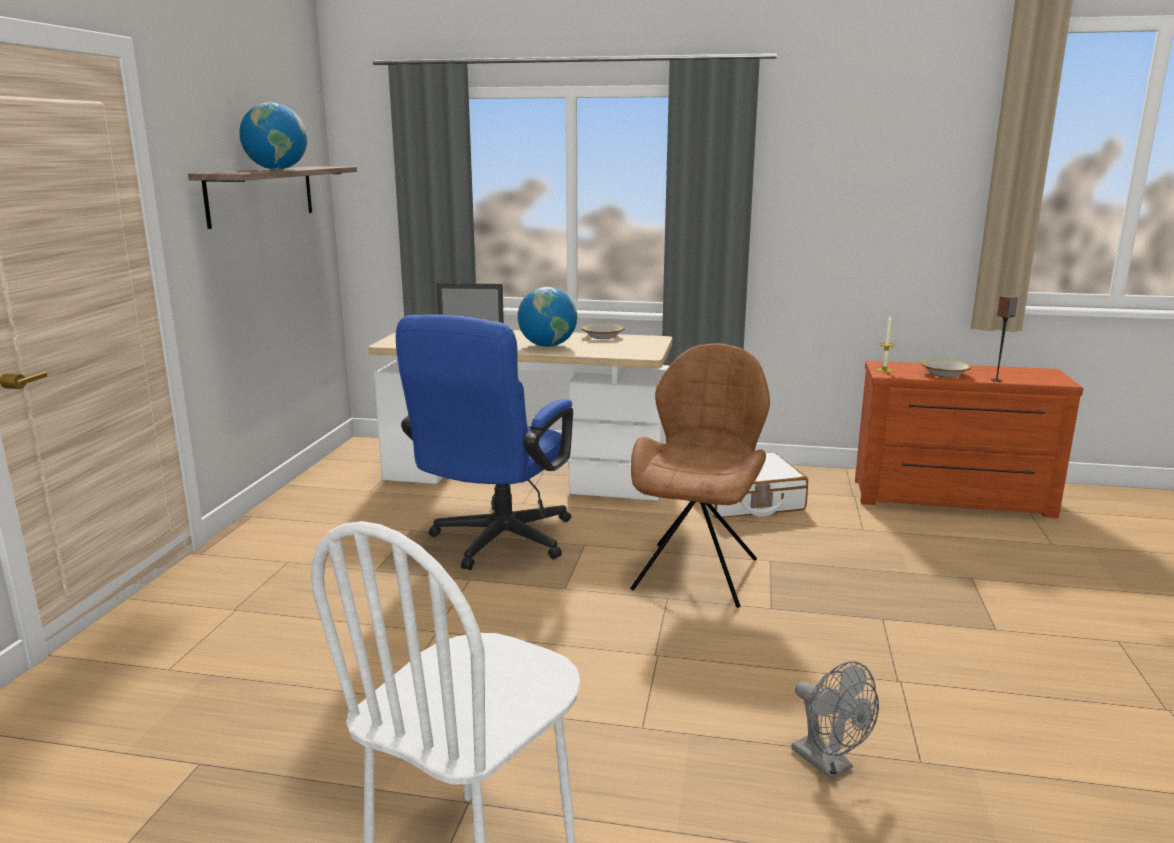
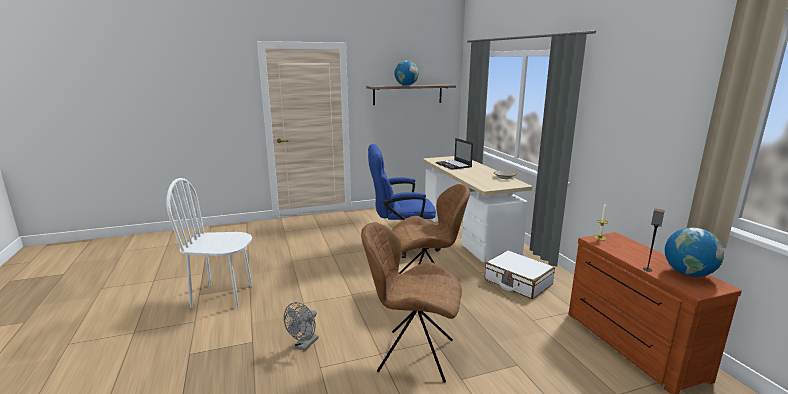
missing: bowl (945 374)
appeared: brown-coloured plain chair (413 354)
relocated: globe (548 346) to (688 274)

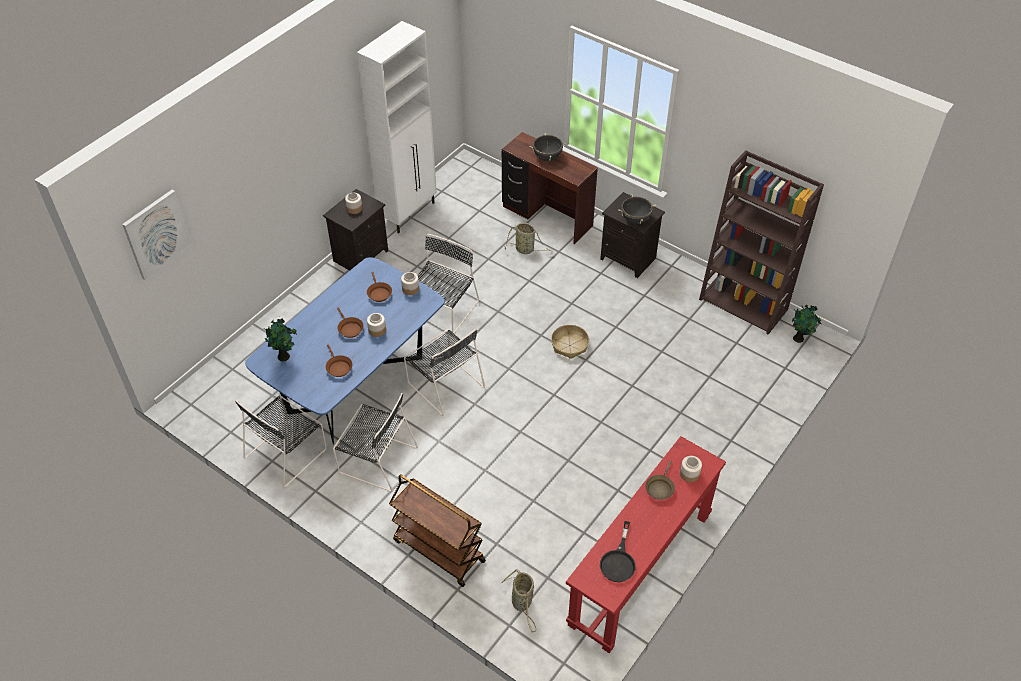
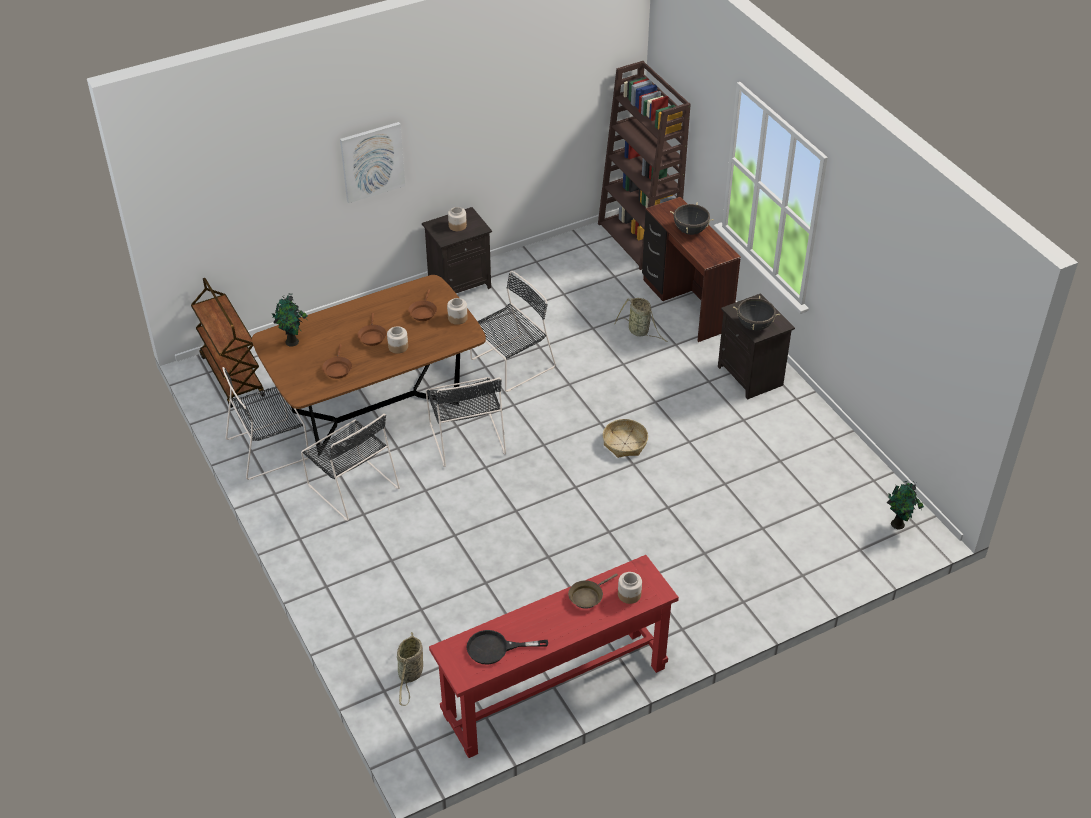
missing: whitish cupboard (408 212)
relocated: brown-coloured bookcase (744 304) to (638 240); wall art (156 234) to (372 161); brown-coloured cart (438 551) to (231 375)
colour: blue-coloured kitchen table (356 386) to brown-coloured kitchen table (376 409)
spun: black skillet (618 561) = (495 648) 45 degrees clockwise

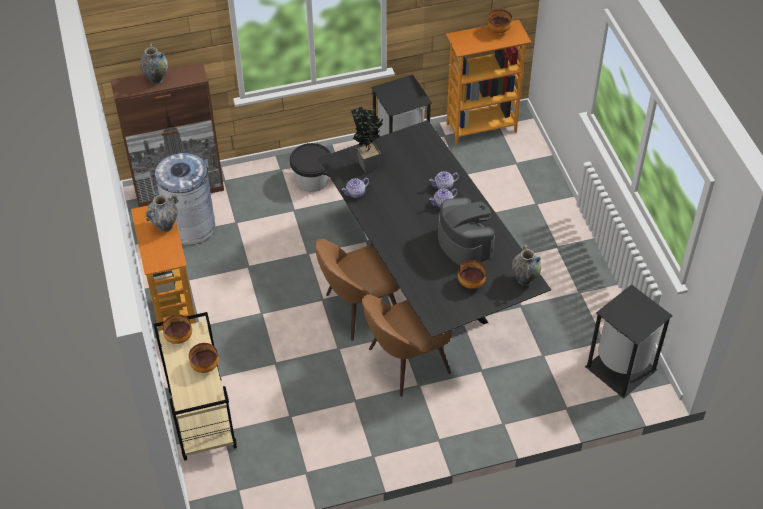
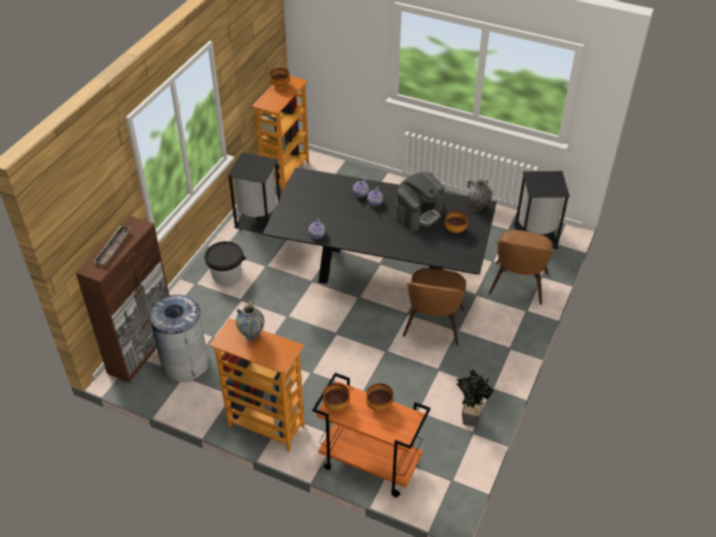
relocated: houseplant (368 164) to (468 418); brown-coloured plain chair (360 309) to (517 285)
exchanged: decorative vase (156 79) to tray (113 248)
colour: beige-coloured cart (201 419) to orange-coloured cart (369 464)
spun: coffee maker (465 242) = (418 213) 120 degrees clockwise

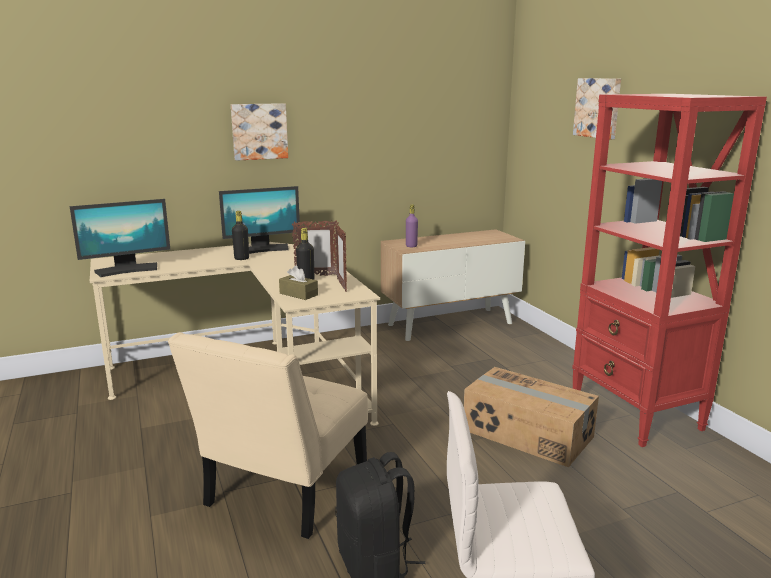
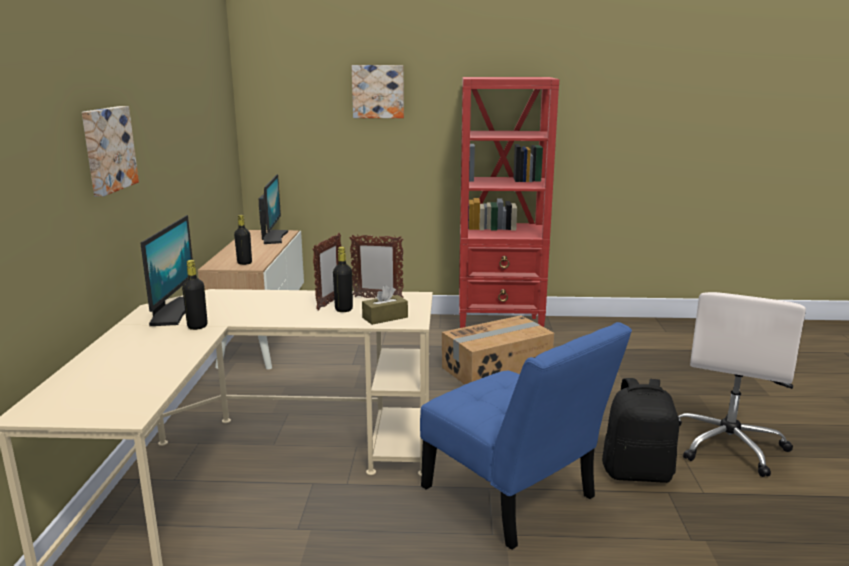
relocated: computer screen (127 270) to (273 237)
colour: purple-coloured beverage bottle (411 246) to black beverage bottle (244 263); beige-coloured plain chair (282 492) to blue-coloured plain chair (514 497)

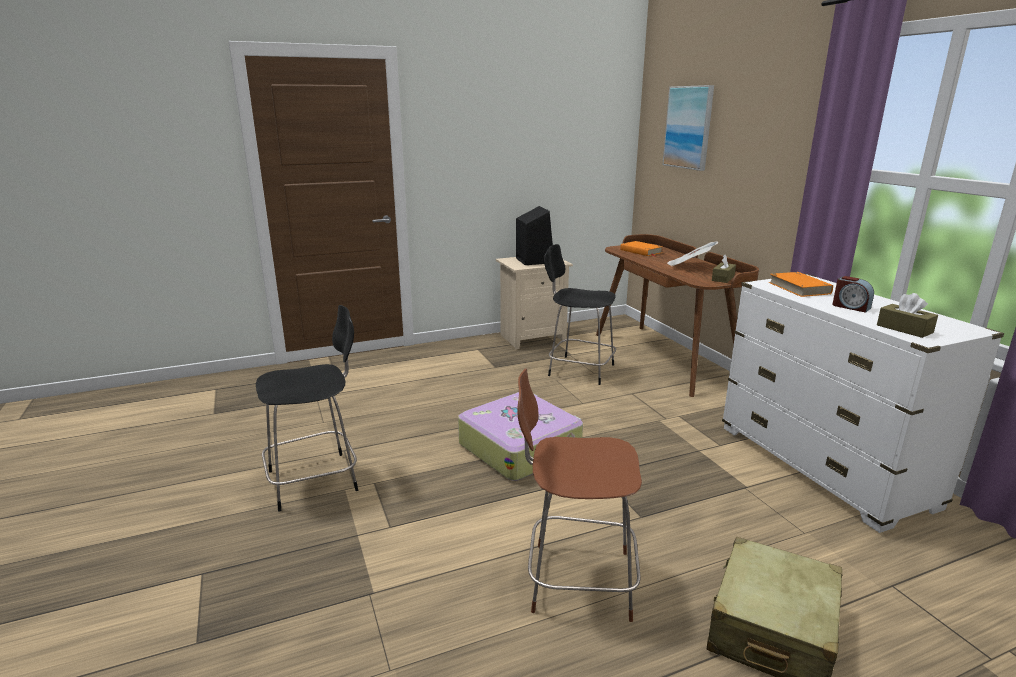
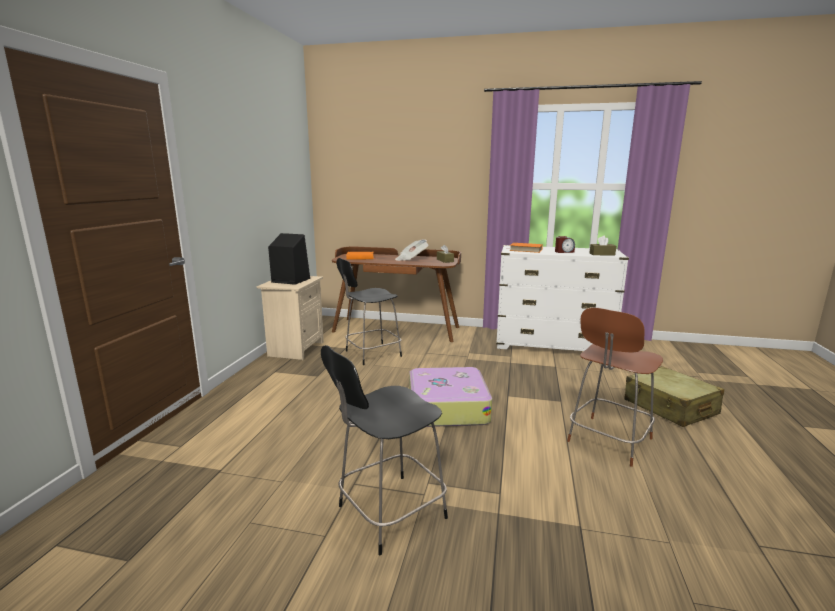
missing: wall art (688 127)
spun: black plain chair (316 480) = (388 513) 135 degrees counterclockwise

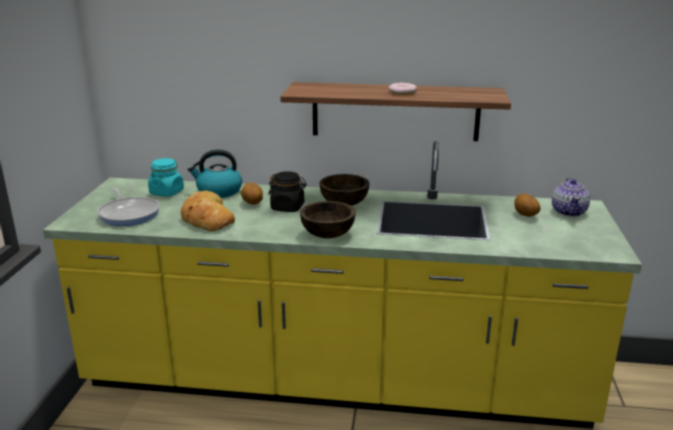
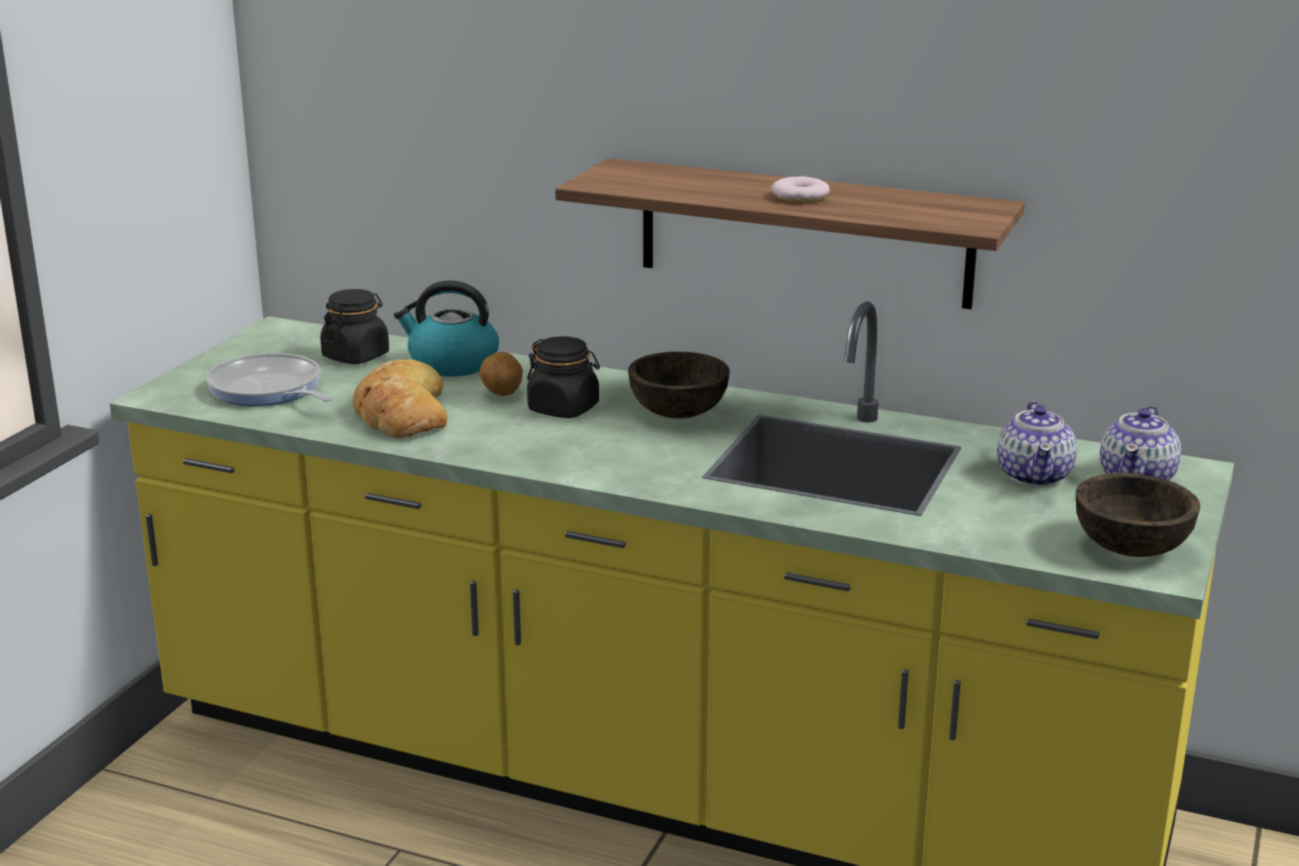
relocated: brown-coloured bowl (328 234) to (1132 547)
exchanged: spud (525 215) to tea pot (1035 475)
colour: blue-green preserve jar (167 192) to black preserve jar (356 356)
spun: skillet (129 214) = (268 390) 150 degrees clockwise

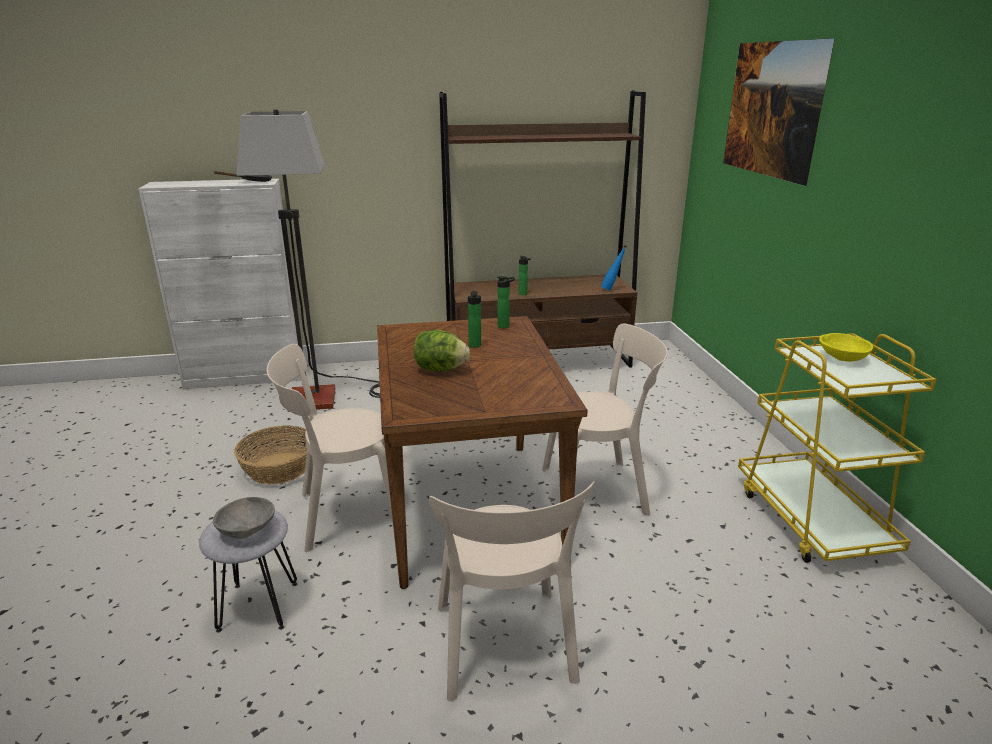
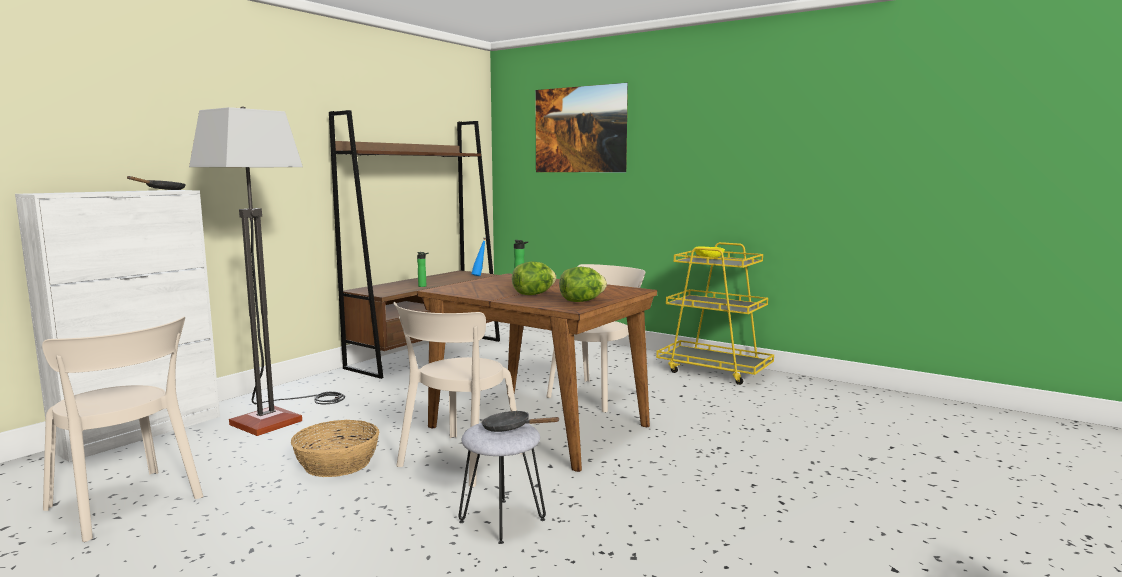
missing: beverage bottle (505 326)
appeared: lettuce head (581 301)
relocated: beige-coloured plain chair (505 649) to (127 505)
exchanged: gray bowl (248 530) to black skillet (511 429)

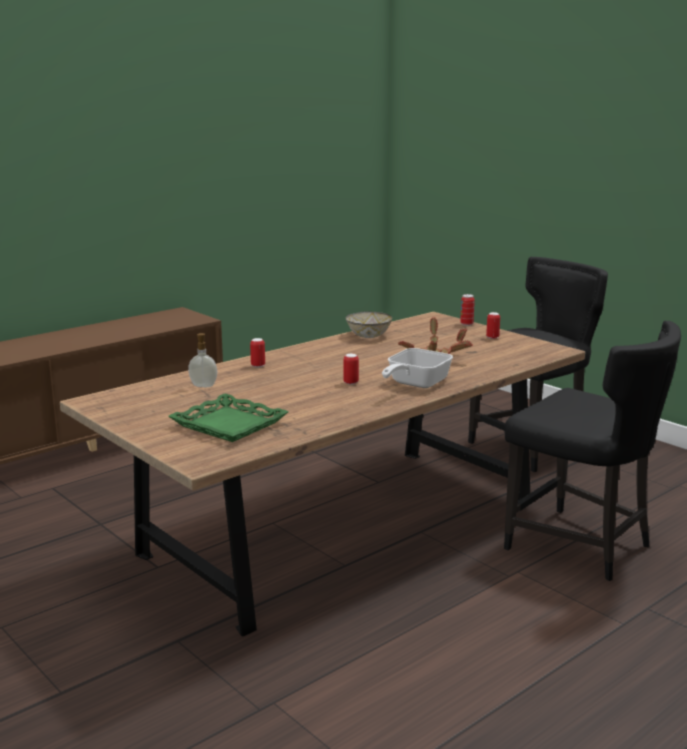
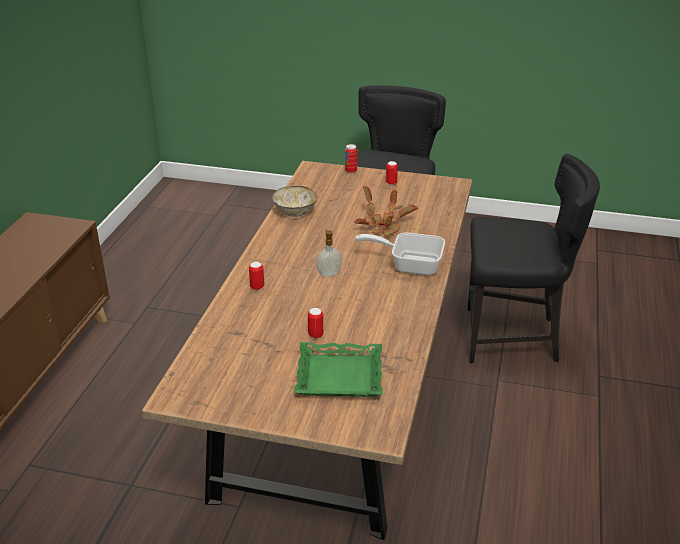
relocated: soap dispenser (203 385) to (329 273); can (351 383) to (315 335)
spun: skillet (414 384) = (409 264) 105 degrees clockwise

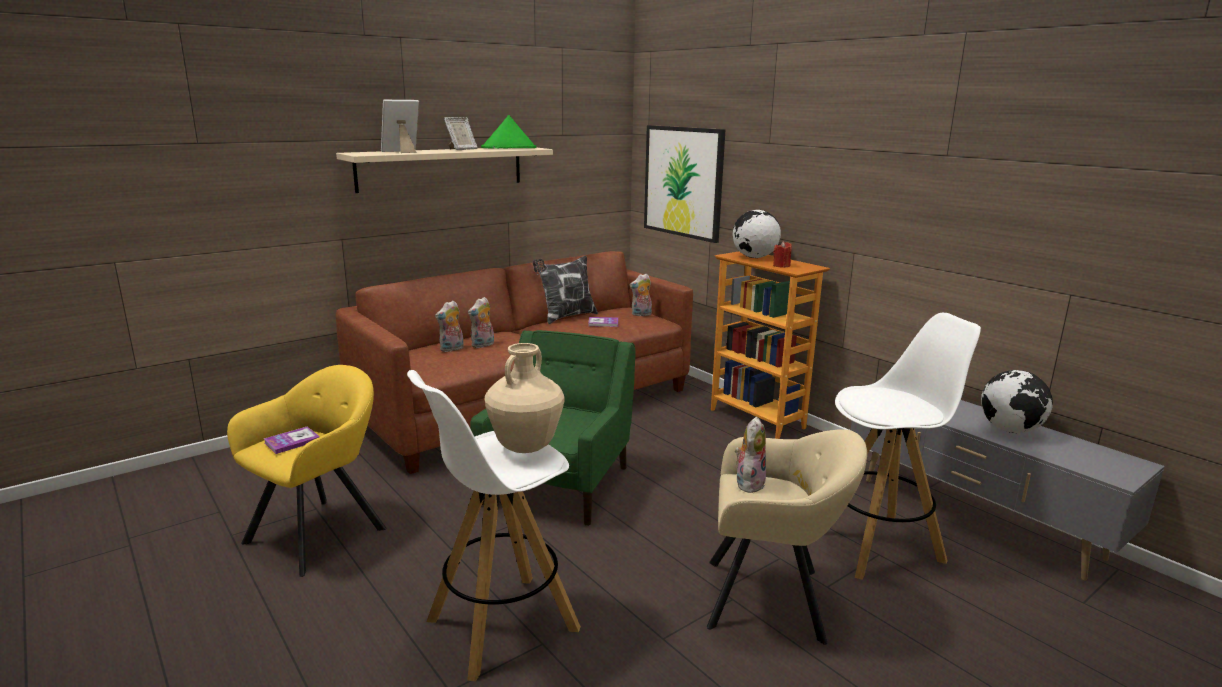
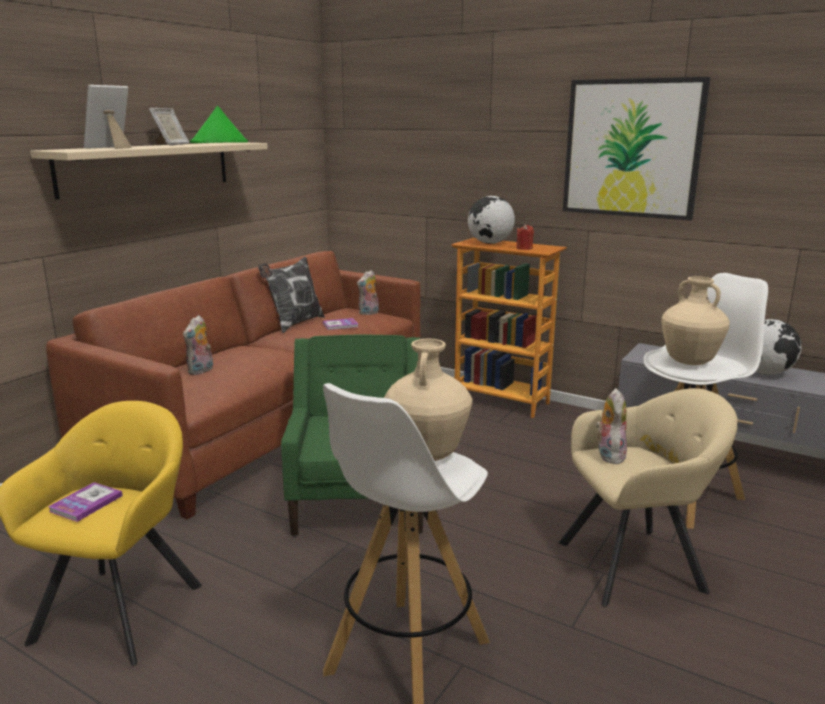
missing: cuddly toy (483 345)
appeared: beige-coloured decorative vase (690 362)
relocated: wall art (683 182) to (632 148)

